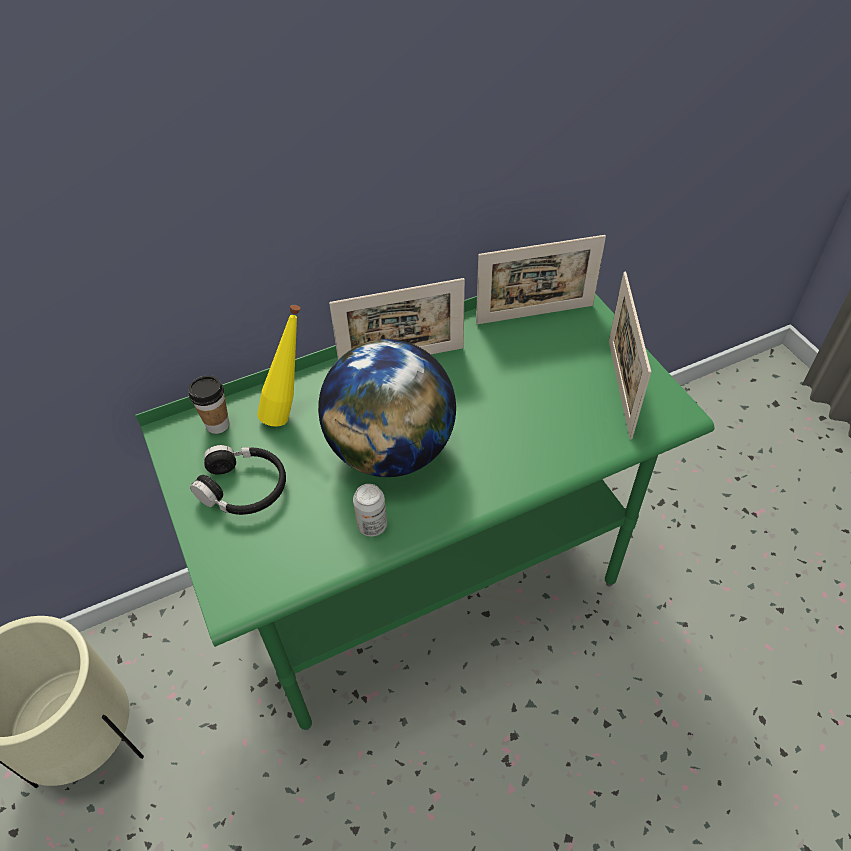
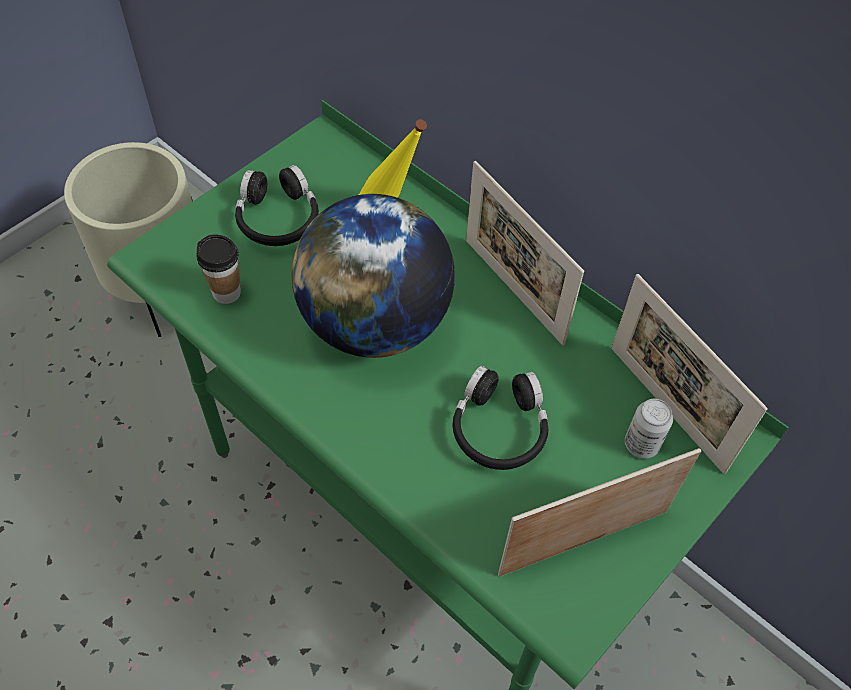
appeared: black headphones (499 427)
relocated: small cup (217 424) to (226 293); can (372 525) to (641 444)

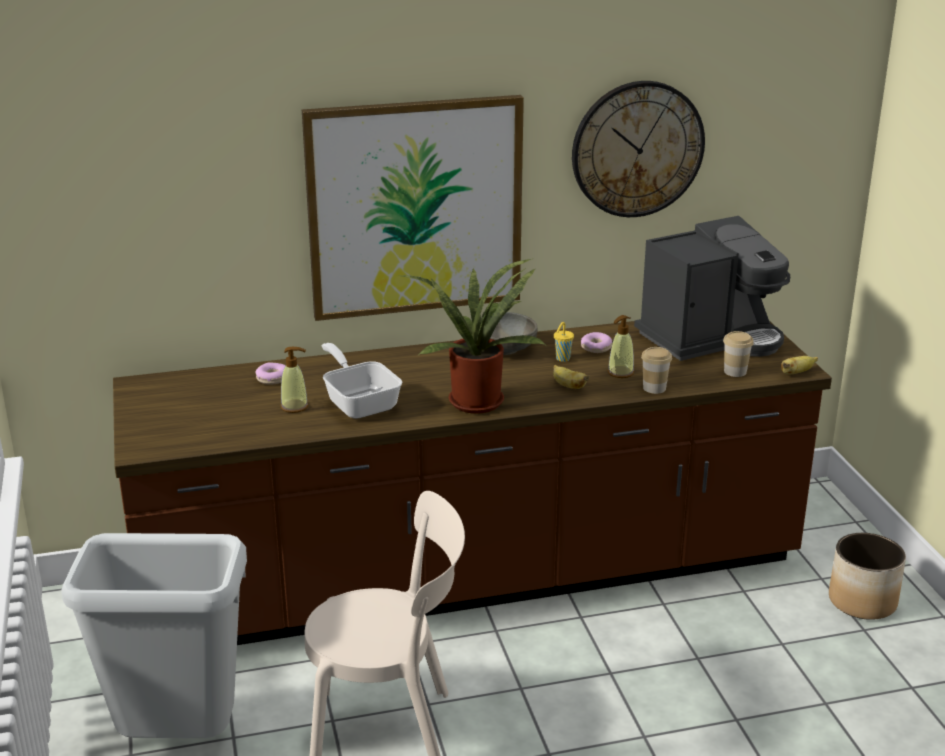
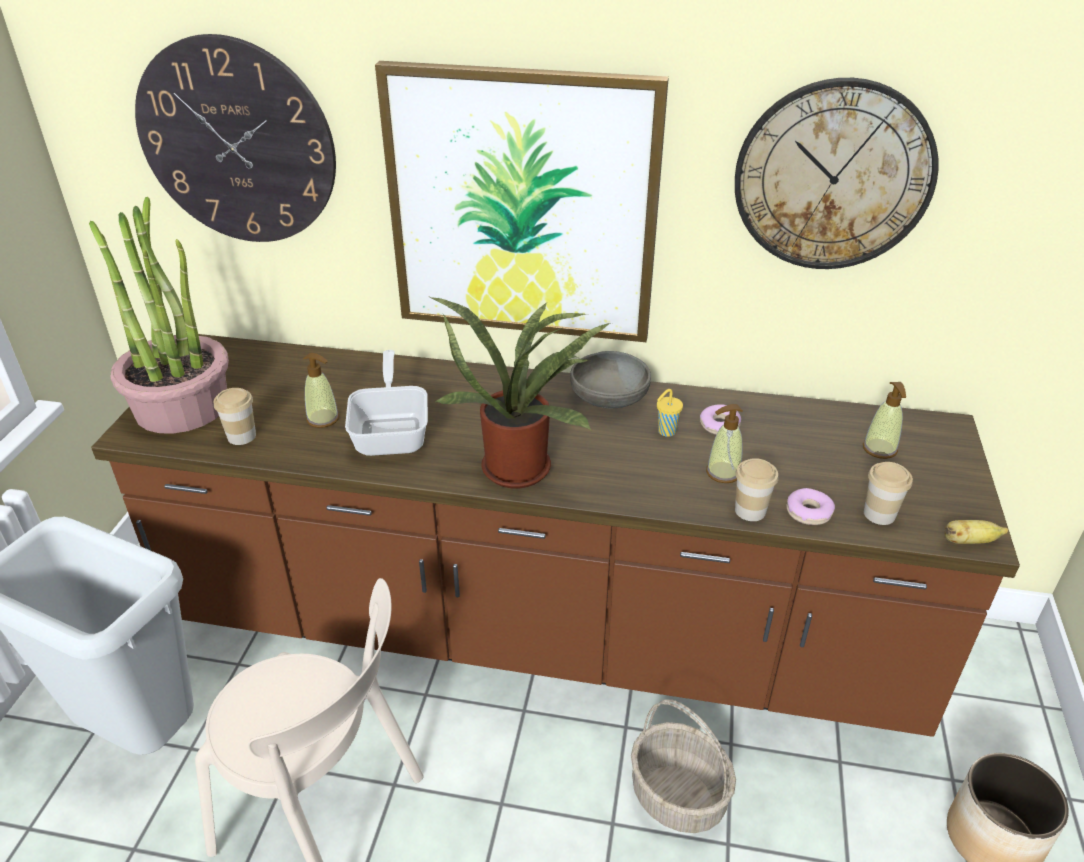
missing: banana (568 386)
appeared: wall clock (237 143); houseplant (182 405); small cup (241 436); household basket (679 796)
relocated: doughnut (273 378) to (809 512)
exchanged: coffee maker (711 338) to soap dispenser (879 449)

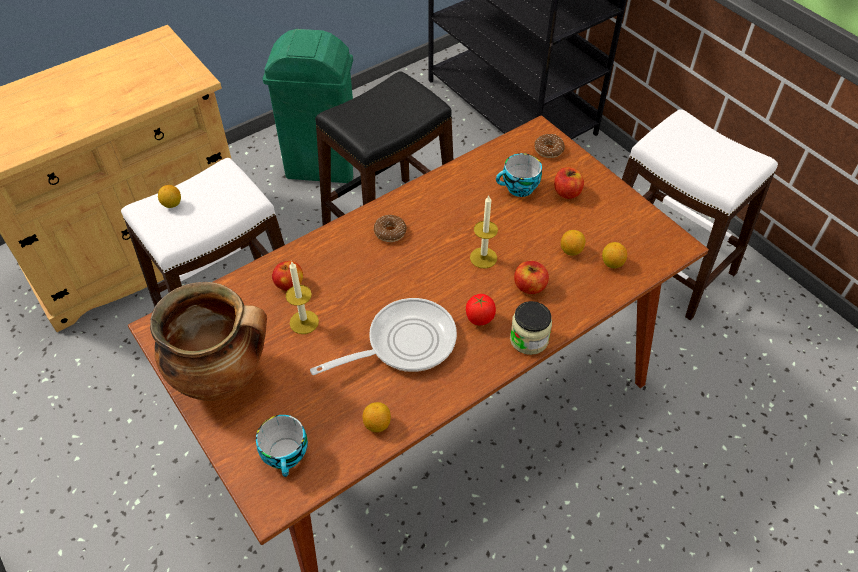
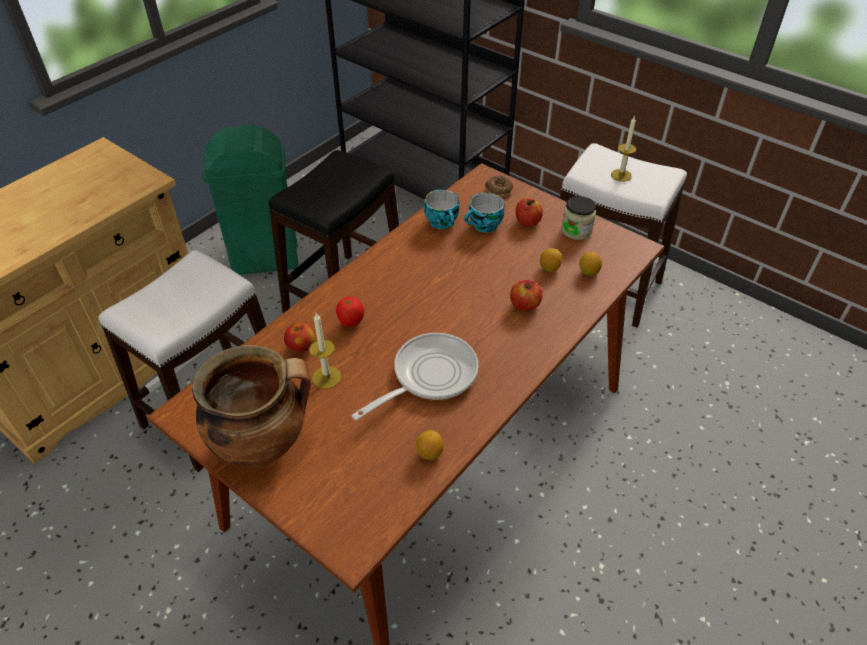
missing: whole lemon (172 204); doughnut (390 232)
relocated: candle (483 258) to (621 175); tomato (479 320) to (351 322); preserve jar (529 339) to (576 230); small cup (287 456) to (443 222)

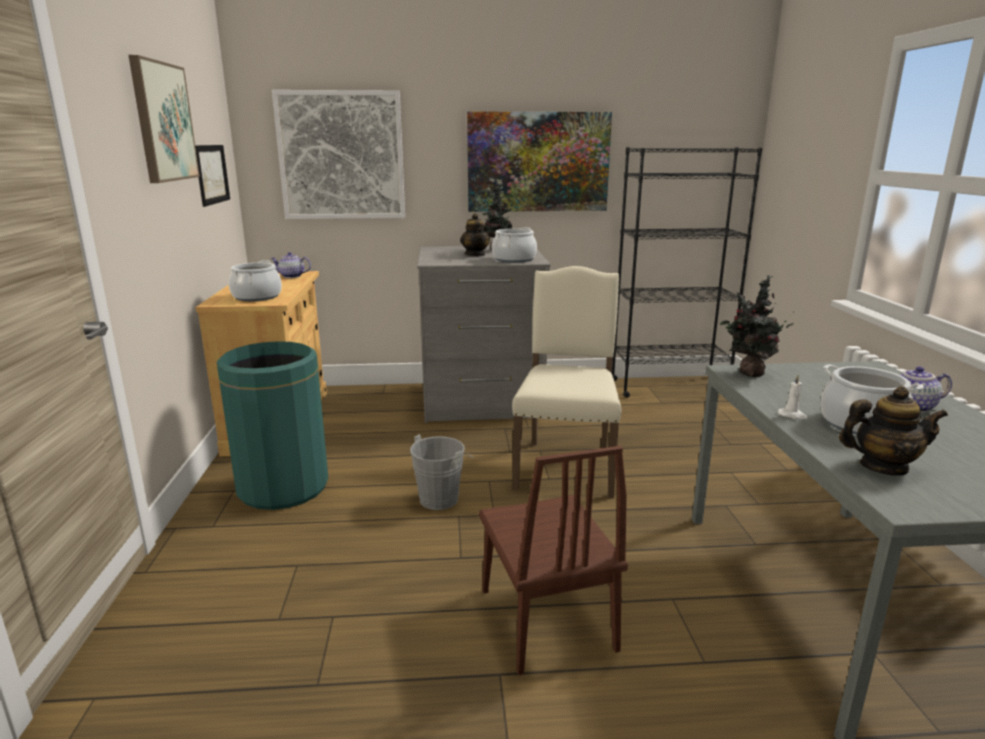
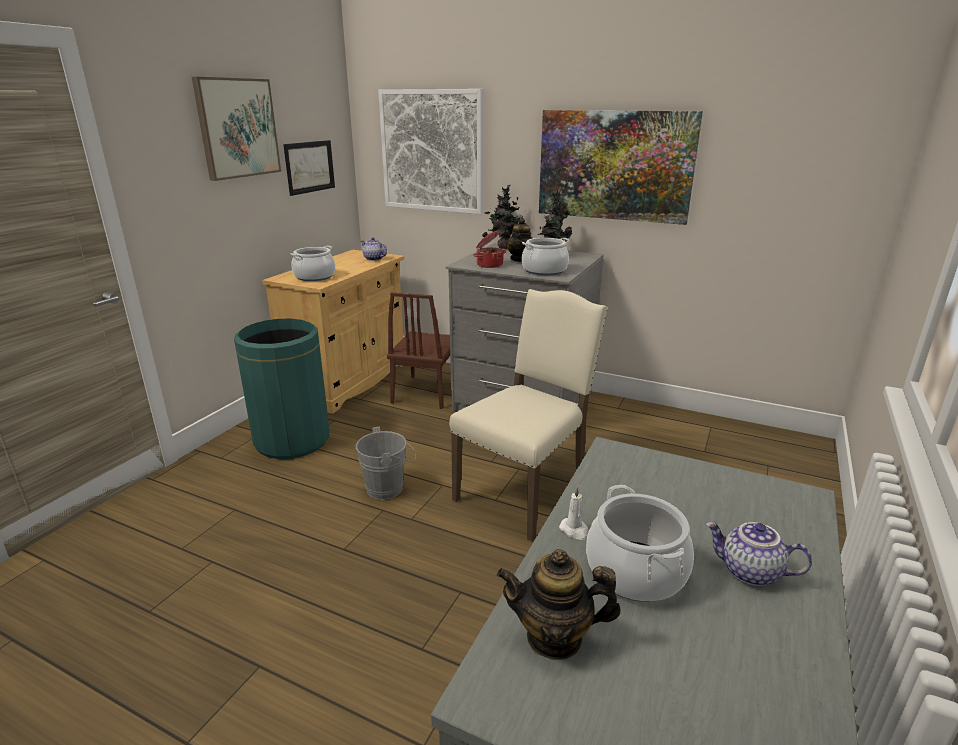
missing: black bookcase (669 386)
appeared: saucepot (489 265)
relocated: houseplant (749 374) to (503 247); brown-coloured plain chair (546 618) to (426 391)
spun: tea pot (883 467) = (554 637) 150 degrees clockwise

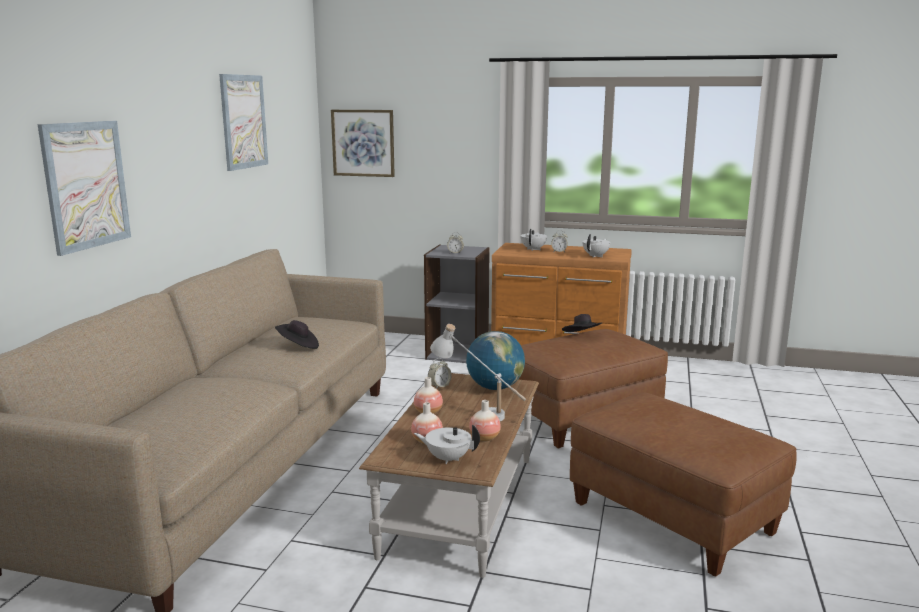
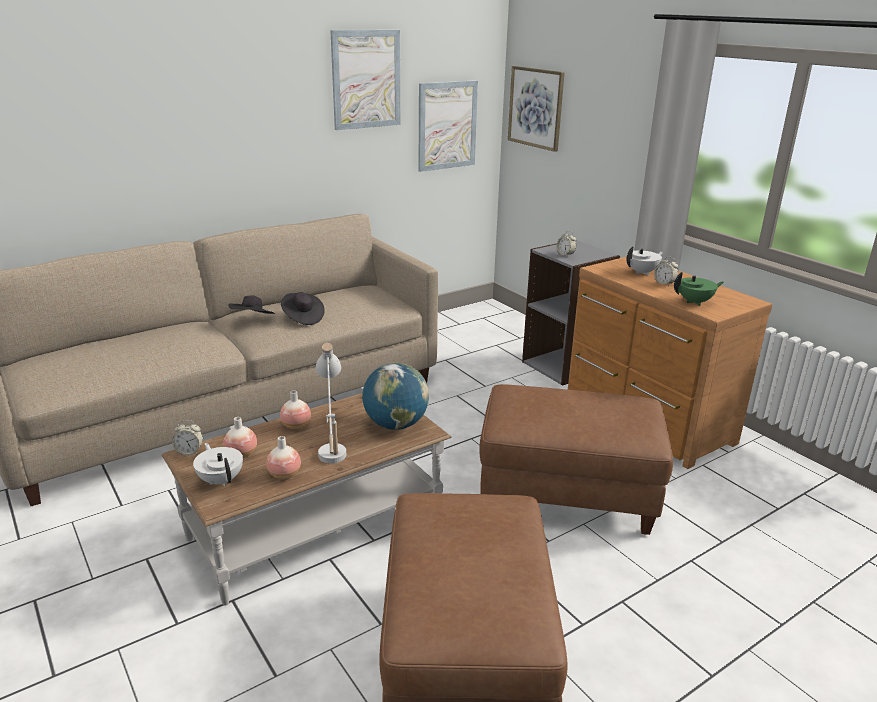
relocated: wall art (86 185) to (447 125); black wearable hat (582 337) to (253 320); table clock (439 386) to (189 452)
colour: whitish tea pot (596 256) to greenish tea pot (695 302)

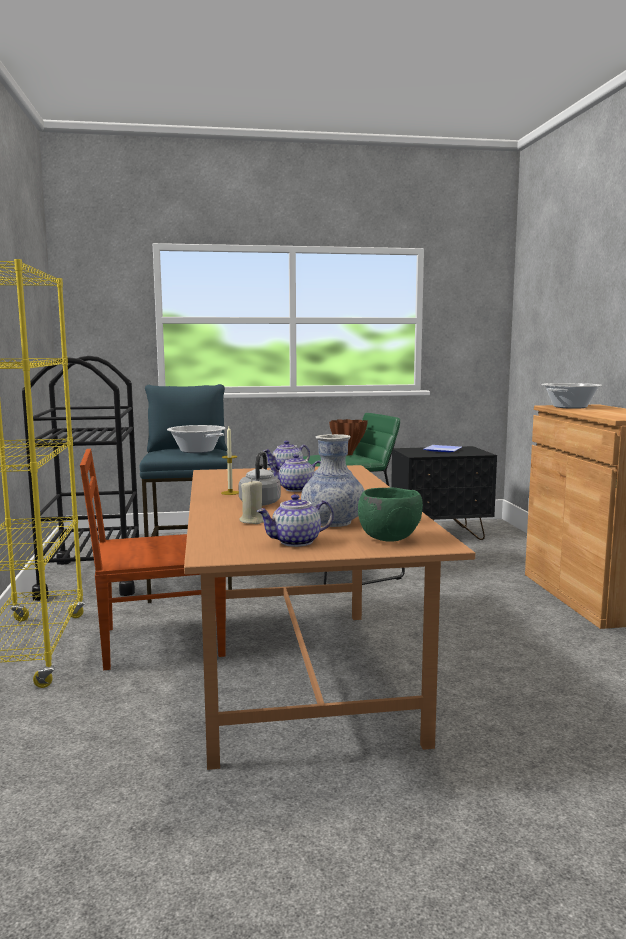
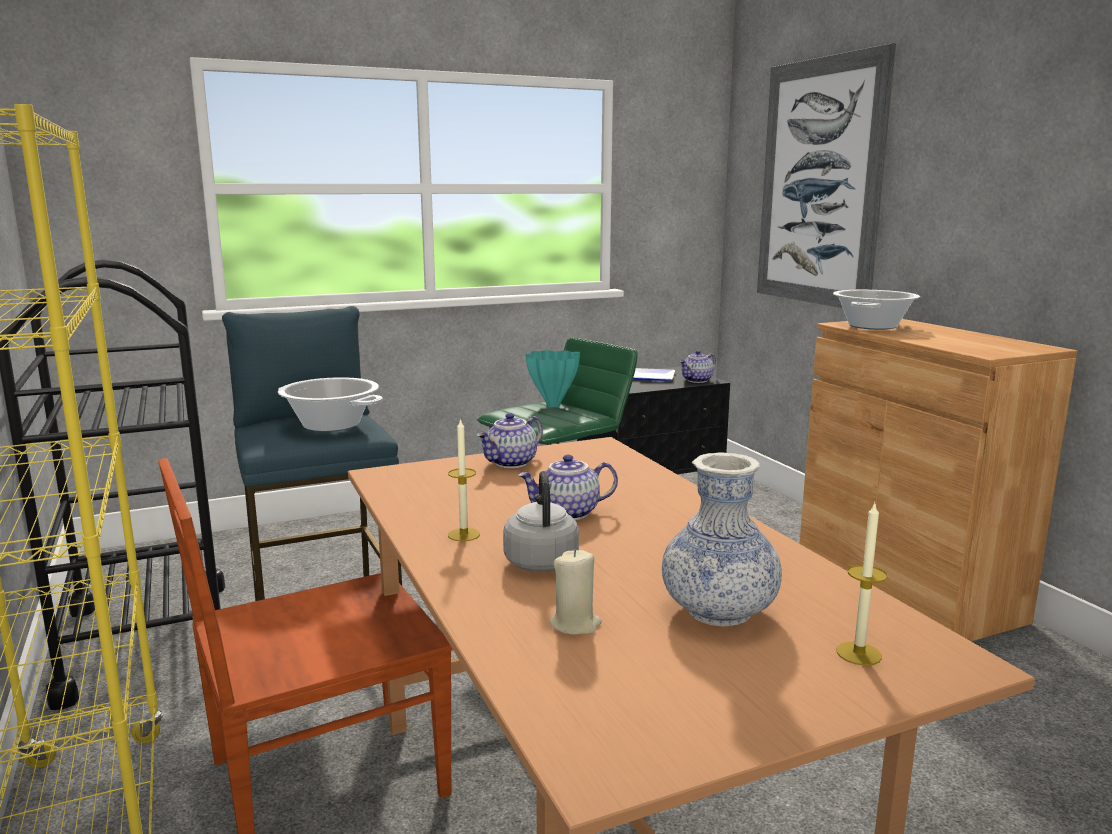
appeared: wall art (819 183)
relocated: tea pot (296 542) to (697 380)
exchanged: greenish bowl (388 539) to candle (858 653)
colour: brown-coloured decorative vase (347 454) to blue-green decorative vase (552 405)

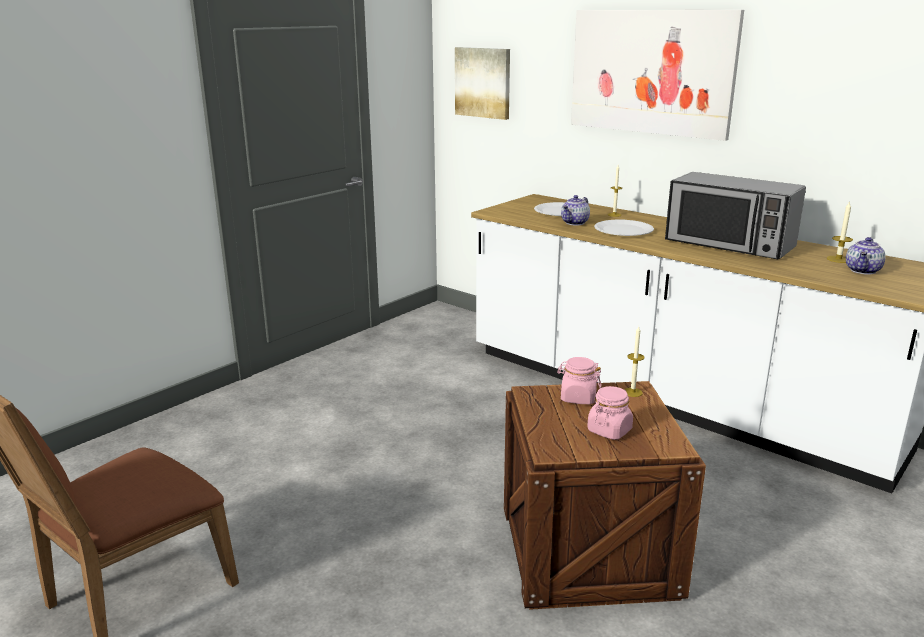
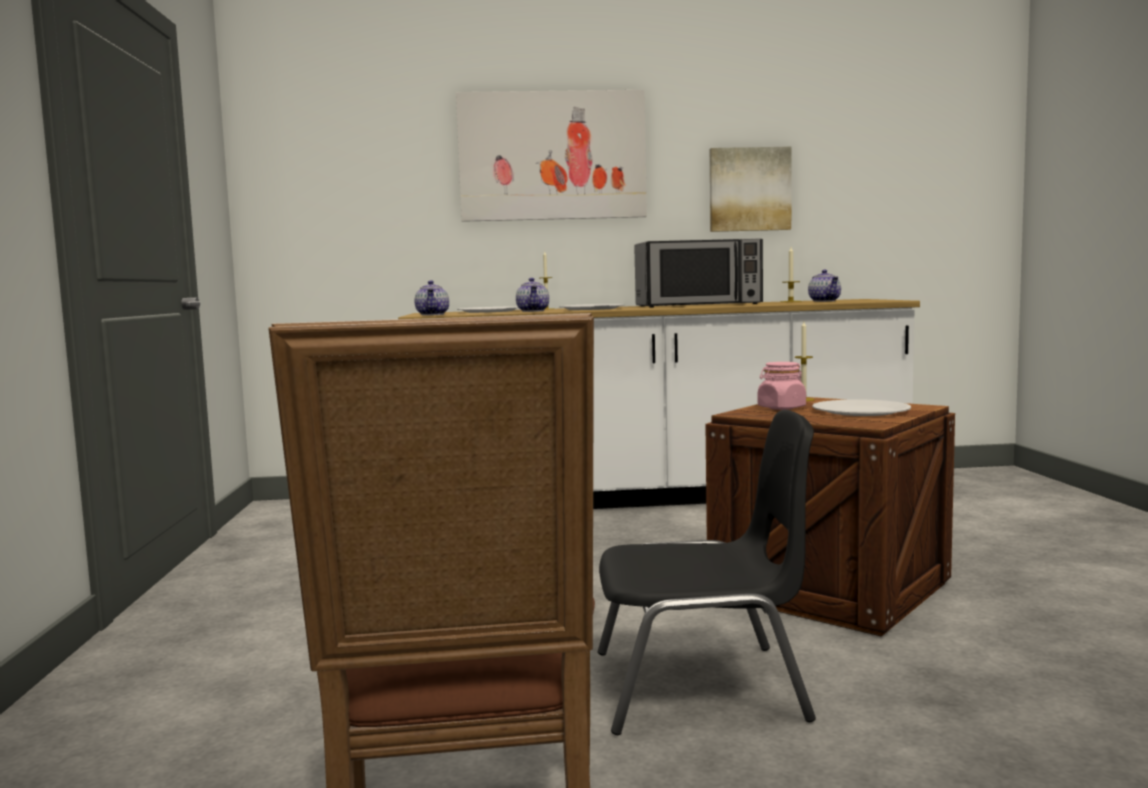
appeared: tea pot (433 314); black plain chair (702 686)
relocated: wall art (483 82) to (749 189)
exchanged: pink preserve jar (609 430) to whitish plate (861 411)

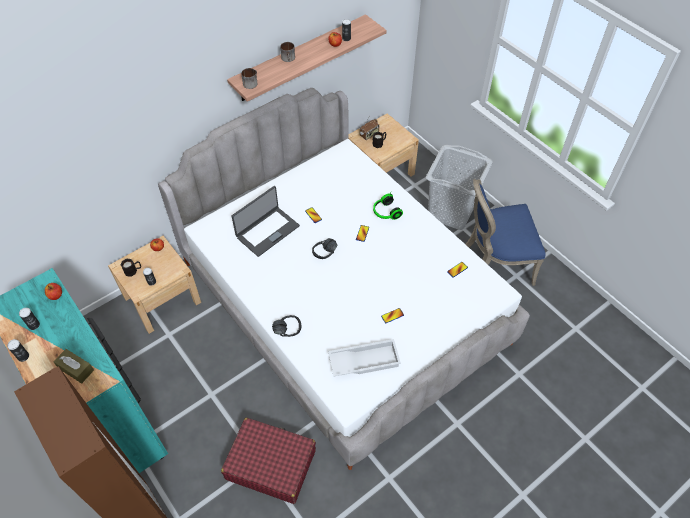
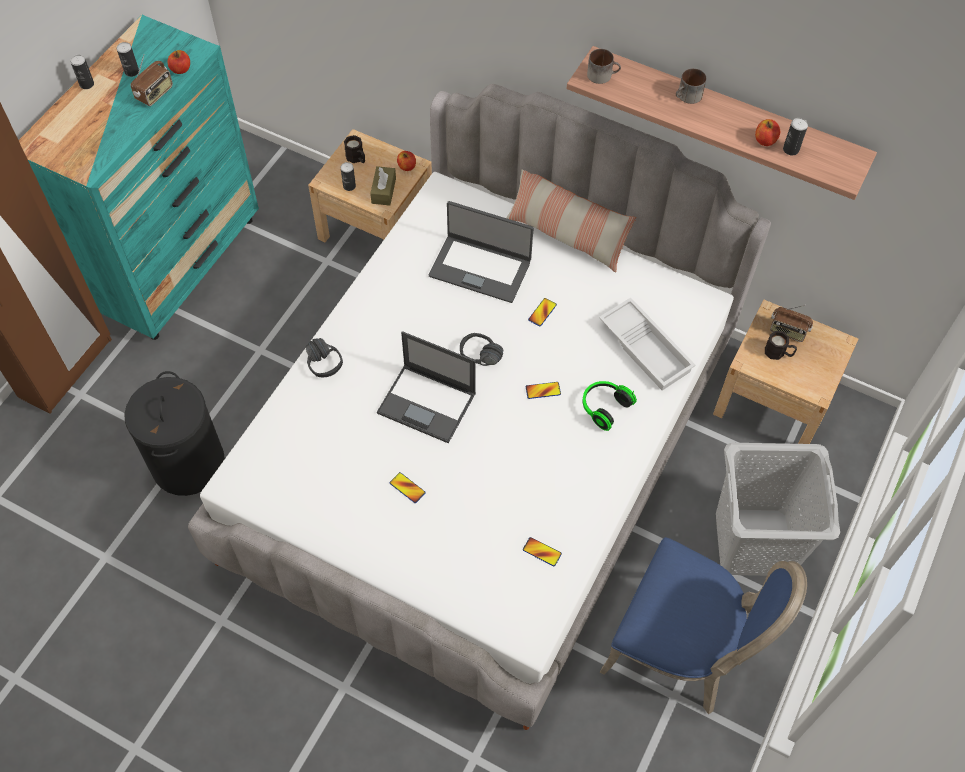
appeared: radio receiver (155 94); throw pillow (566 236); notebook computer (428 403)
relocated: whitish tray (364 360) to (646 348); brown-coloured tissue box (76 369) to (383 191)
exchanged: reddish suitcase (270 464) to black washing basket (188 463)
spun: blue-coloured plain chair (494 263) = (681 649) 150 degrees clockwise

